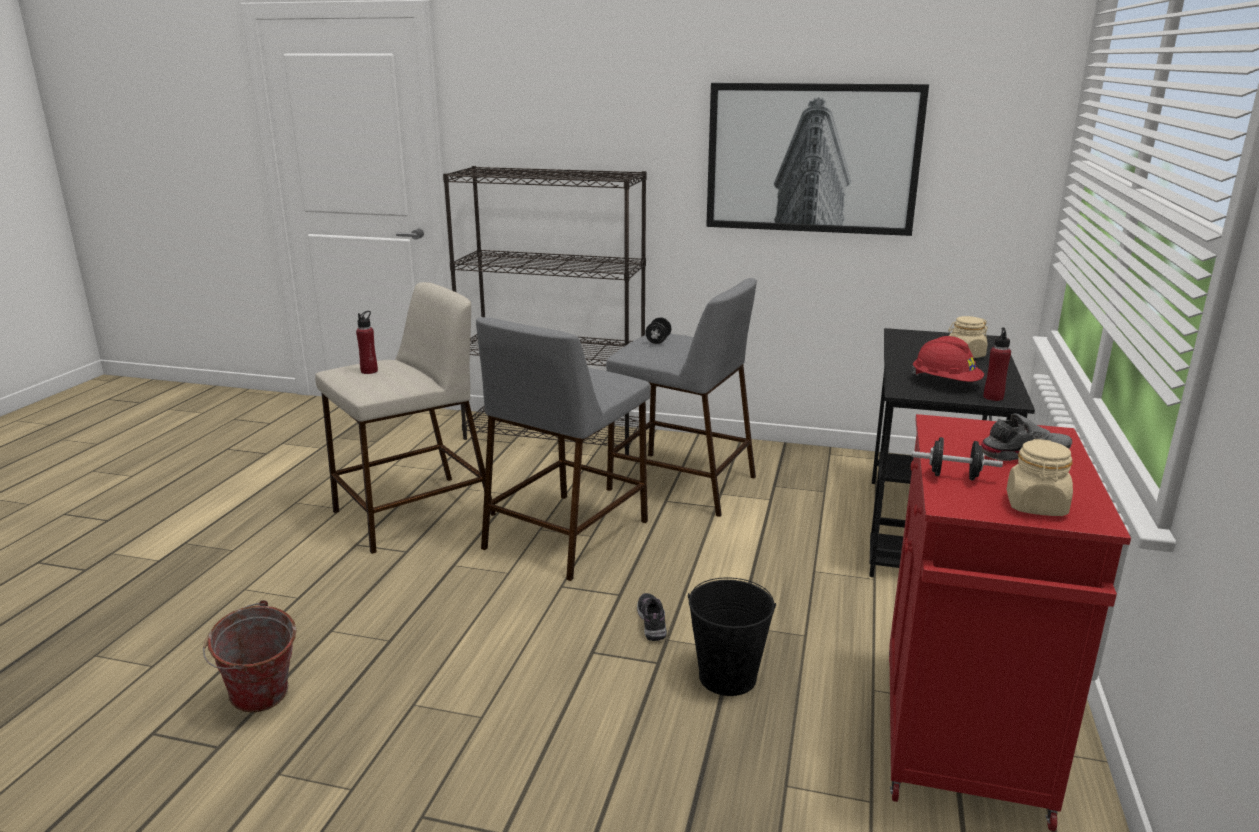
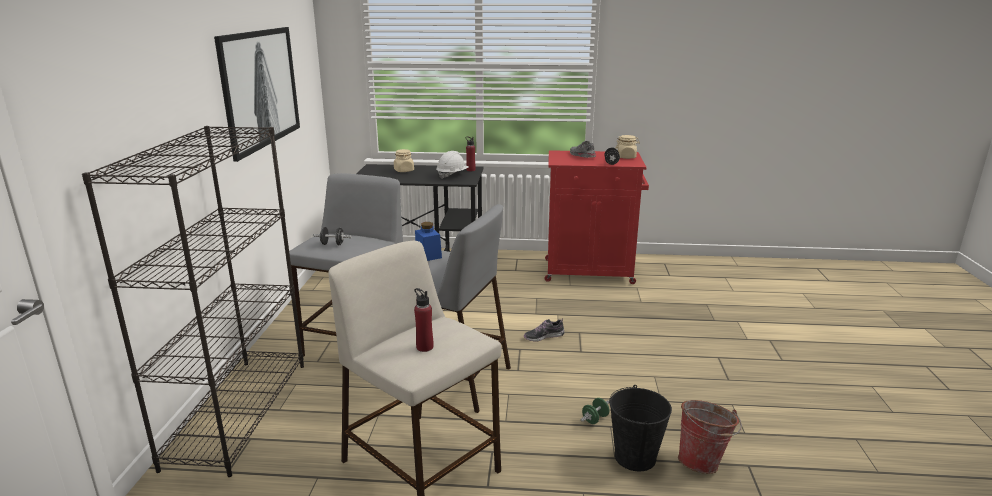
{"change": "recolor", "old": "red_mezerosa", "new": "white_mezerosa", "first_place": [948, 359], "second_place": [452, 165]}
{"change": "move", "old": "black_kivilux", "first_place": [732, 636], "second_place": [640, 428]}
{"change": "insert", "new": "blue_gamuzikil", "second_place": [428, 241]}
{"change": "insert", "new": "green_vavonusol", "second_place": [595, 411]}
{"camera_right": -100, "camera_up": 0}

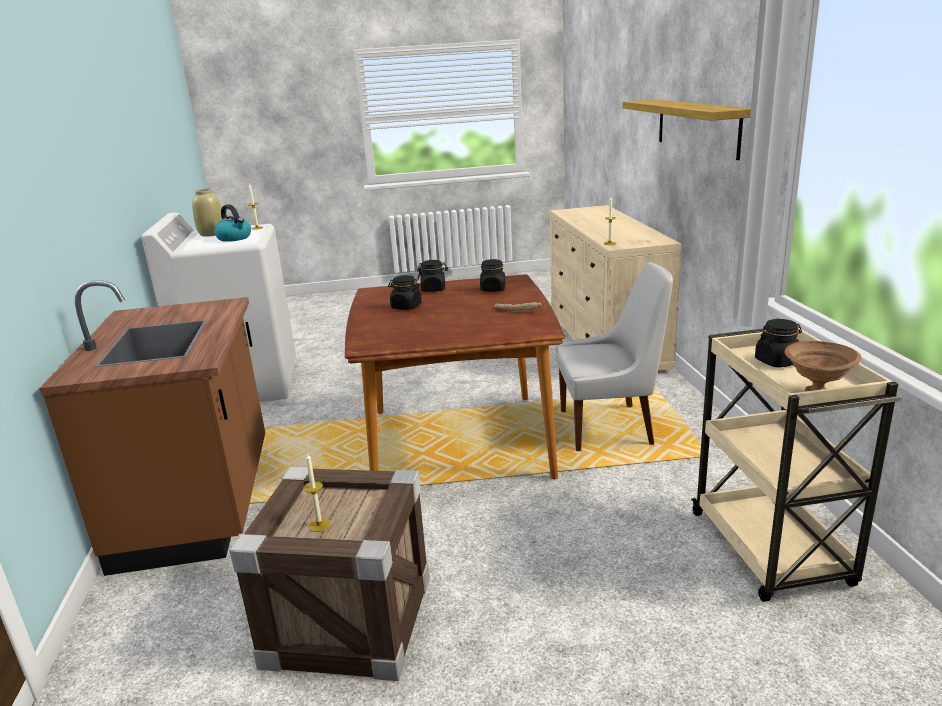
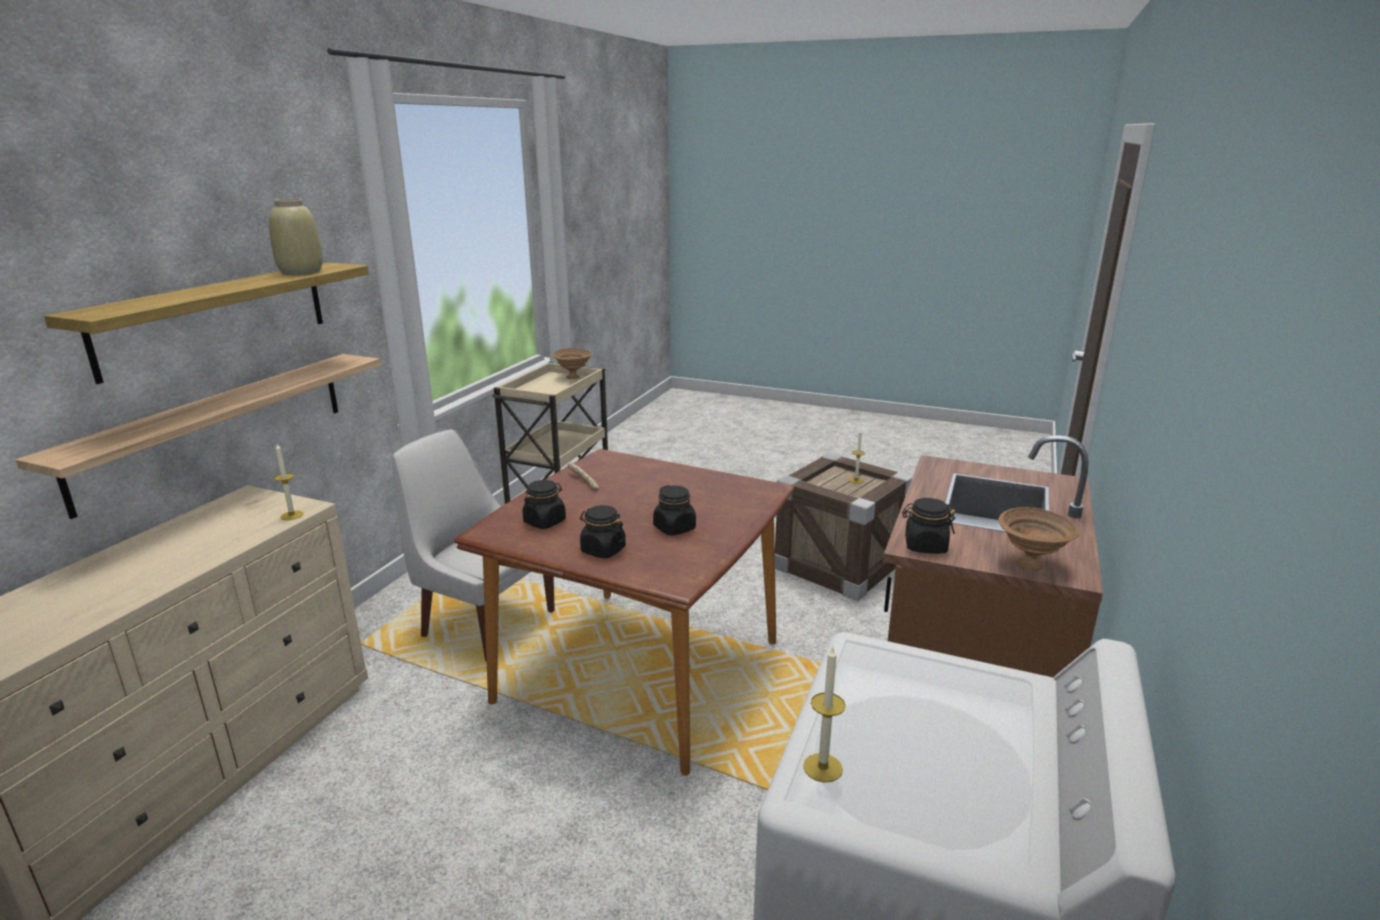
{"change": "move", "old": "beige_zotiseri", "first_place": [207, 213], "second_place": [296, 237]}
{"change": "delete", "old": "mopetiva", "first_place": [232, 223]}
{"change": "move", "old": "black_gamuzikil", "first_place": [778, 343], "second_place": [928, 526]}
{"change": "insert", "new": "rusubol", "second_place": [198, 436]}
{"change": "insert", "new": "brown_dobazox", "second_place": [1039, 538]}
{"camera_right": -150, "camera_up": 0}

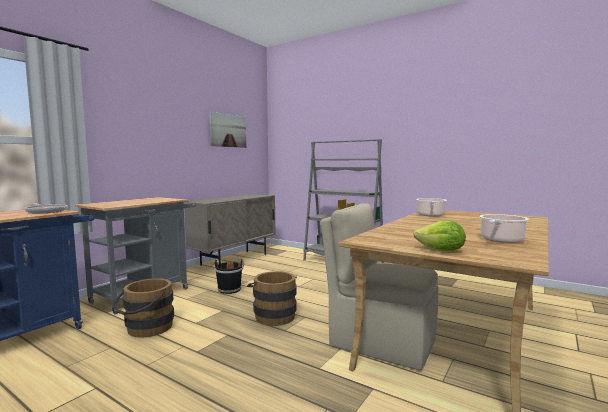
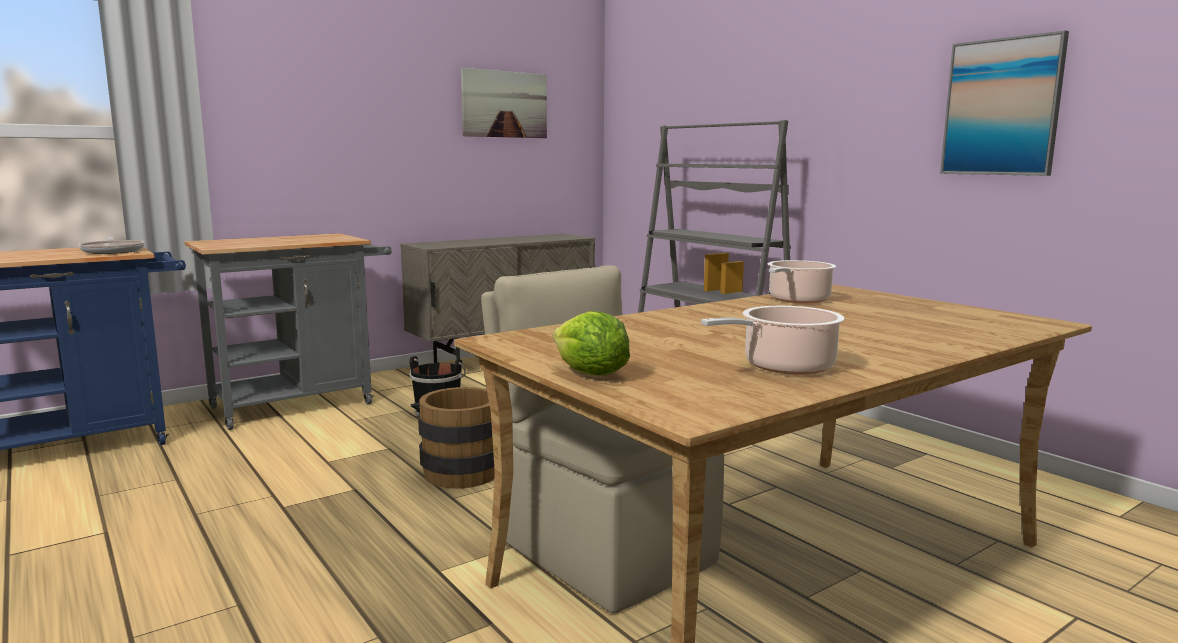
{"change": "delete", "old": "brown_kivilux", "first_place": [143, 308]}
{"change": "insert", "new": "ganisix", "second_place": [1004, 103]}
{"camera_right": 20, "camera_up": 5}

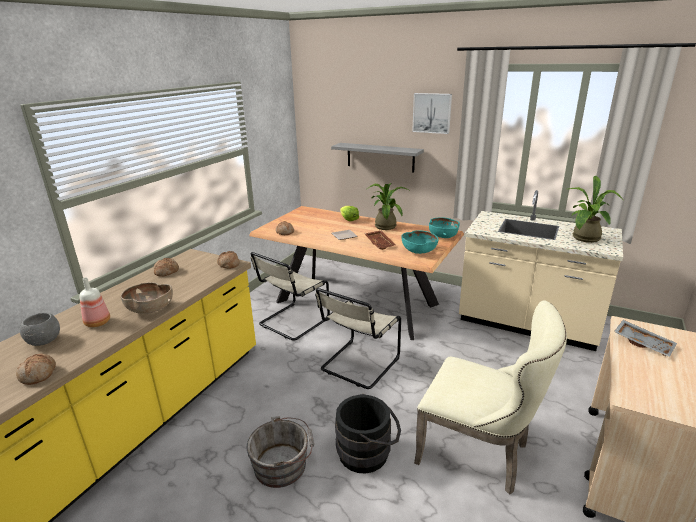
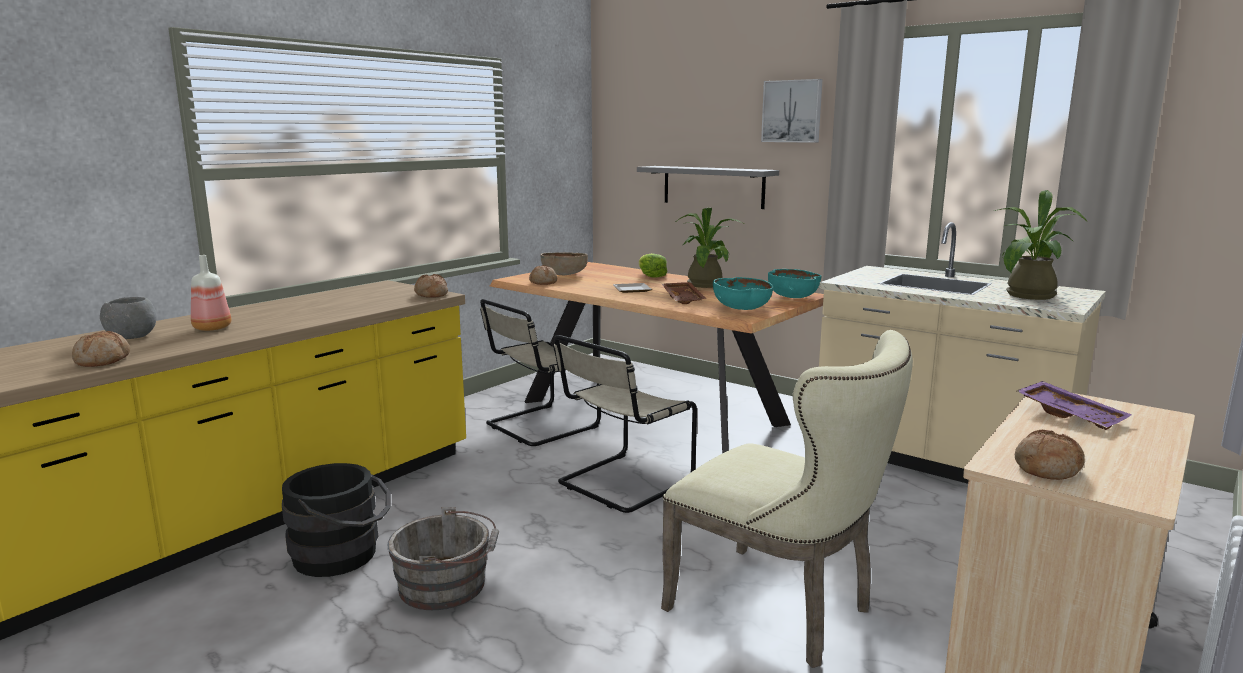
{"change": "move", "old": "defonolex", "first_place": [166, 267], "second_place": [1050, 455]}
{"change": "move", "old": "brown_dobazox", "first_place": [147, 298], "second_place": [564, 263]}
{"change": "recolor", "old": "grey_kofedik", "new": "purple_kofedik", "first_place": [645, 338], "second_place": [1074, 405]}
{"change": "move", "old": "black_kivilux", "first_place": [368, 433], "second_place": [336, 520]}
{"camera_right": 10, "camera_up": -10}

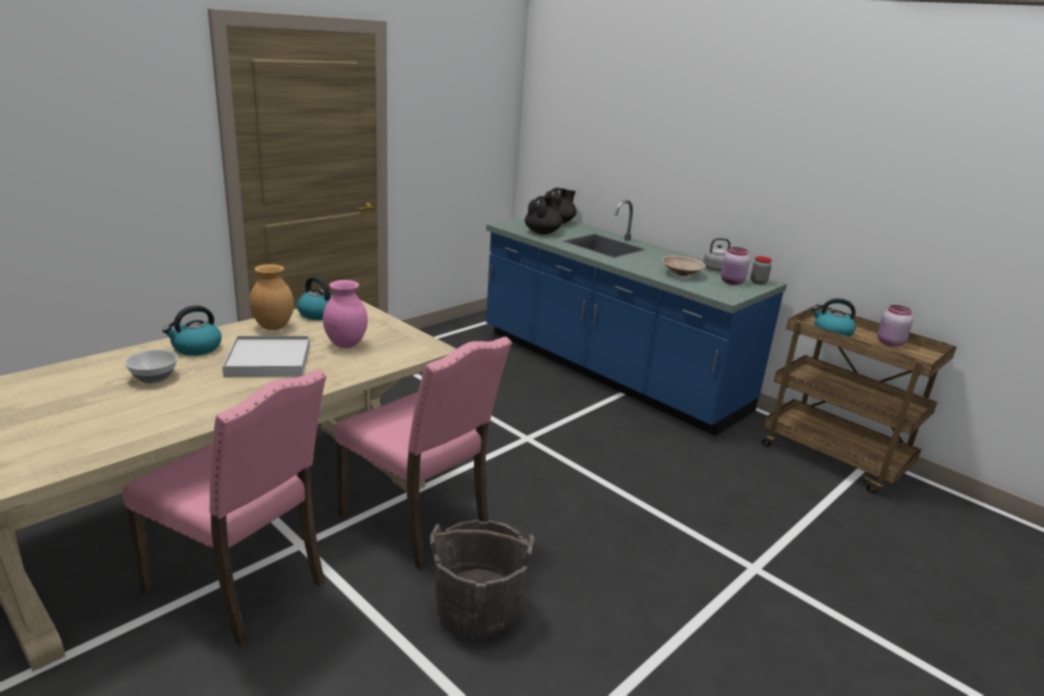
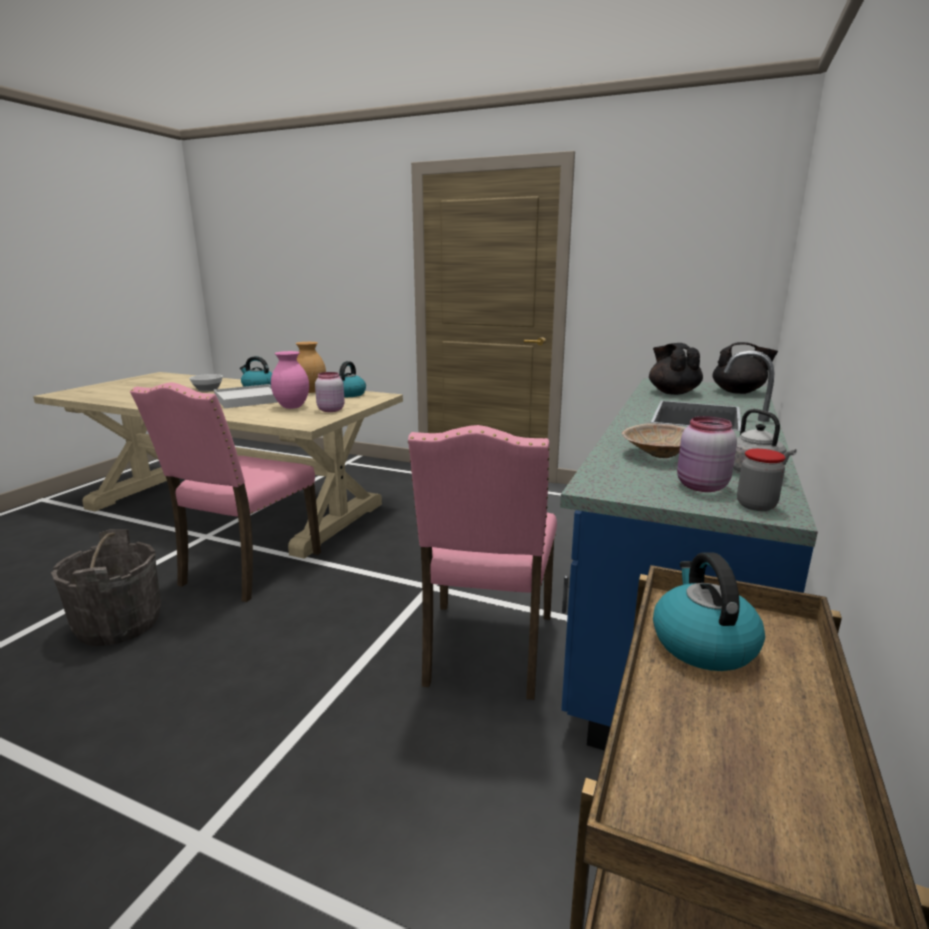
{"change": "rotate", "old": "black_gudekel", "first_place": [543, 215], "second_place": [676, 369], "degrees": -120}
{"change": "move", "old": "pink_gamuzikil", "first_place": [895, 326], "second_place": [330, 392]}
{"change": "move", "old": "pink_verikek", "first_place": [224, 508], "second_place": [482, 562]}
{"camera_right": 70, "camera_up": -5}

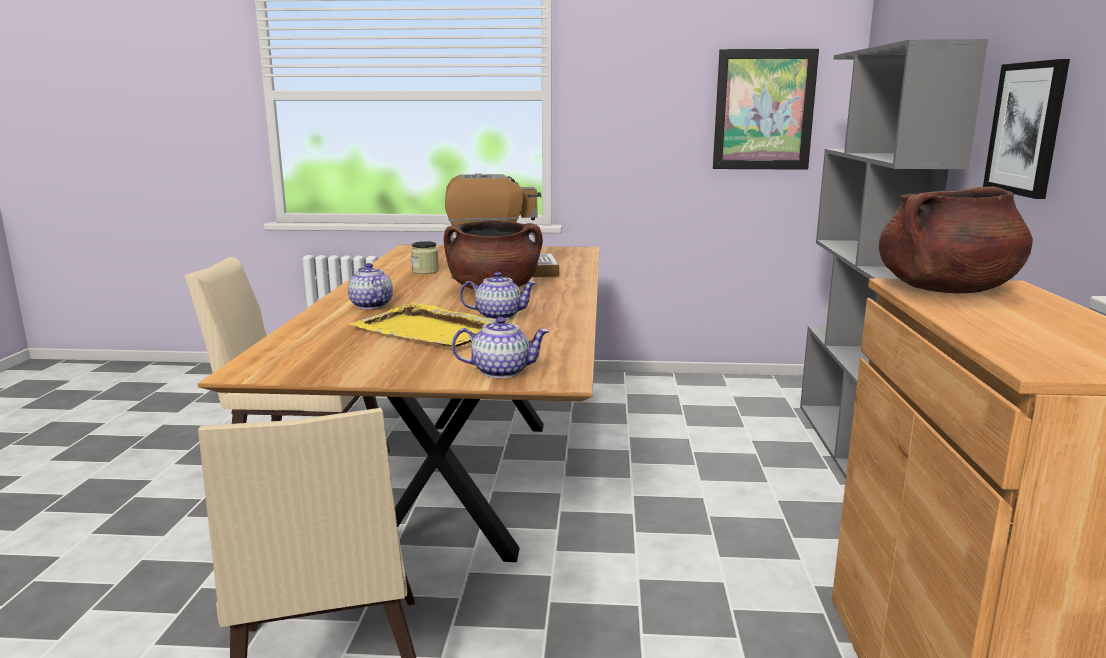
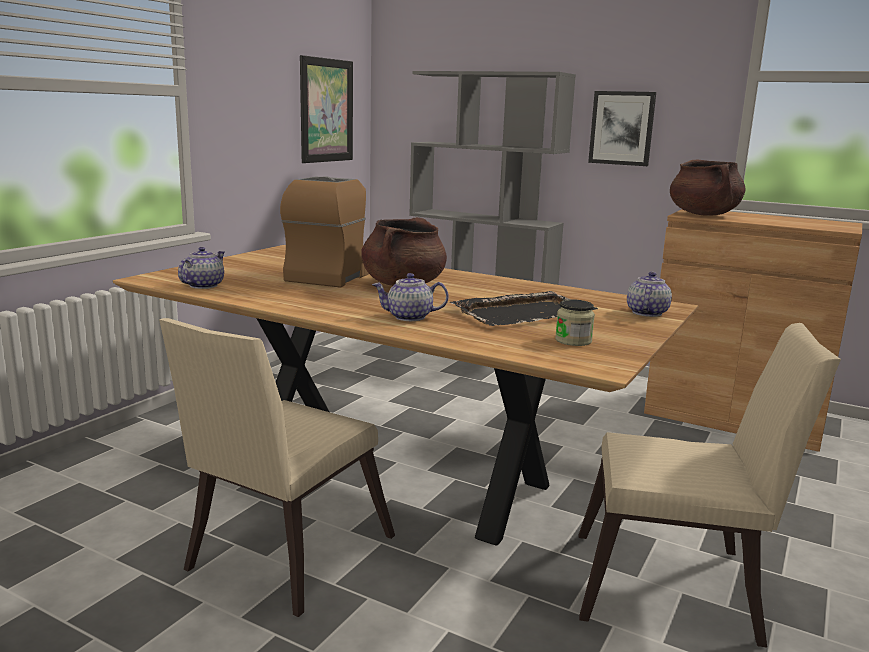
{"change": "move", "old": "gamuzikil", "first_place": [425, 257], "second_place": [575, 322]}
{"change": "move", "old": "gudekel", "first_place": [498, 296], "second_place": [201, 268]}
{"change": "recolor", "old": "yellow_kofedik", "new": "black_kofedik", "first_place": [431, 325], "second_place": [524, 308]}
{"camera_right": -65, "camera_up": 0}

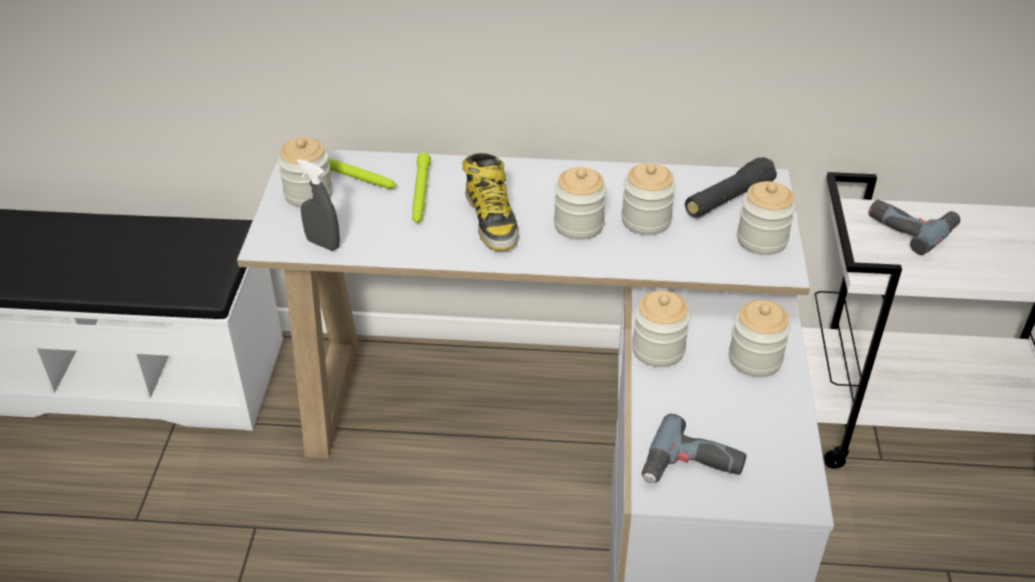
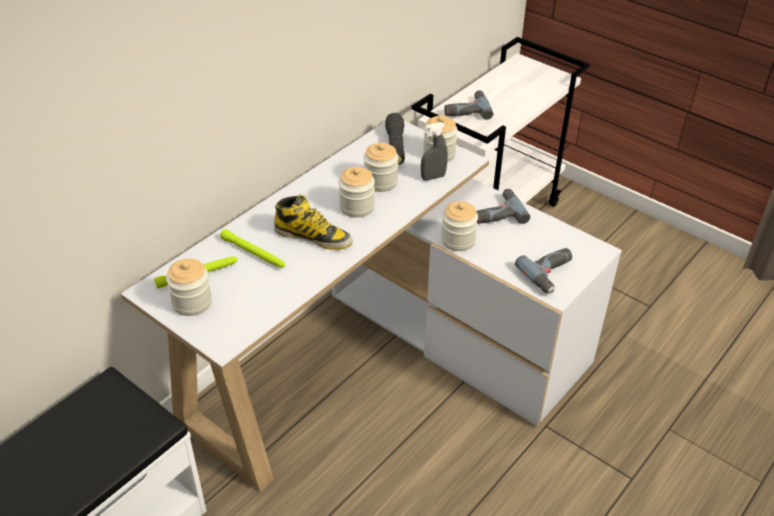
{"change": "move", "old": "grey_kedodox", "first_place": [318, 205], "second_place": [434, 151]}
{"change": "replace", "old": "gamuzikil", "new": "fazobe", "first_place": [760, 338], "second_place": [503, 206]}
{"camera_right": -55, "camera_up": 0}

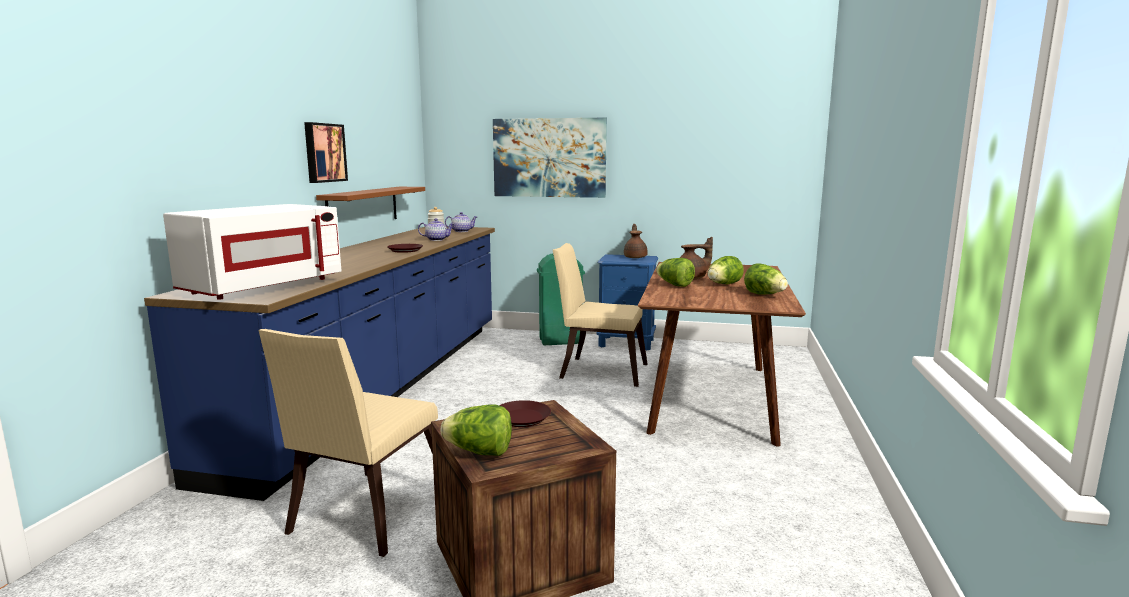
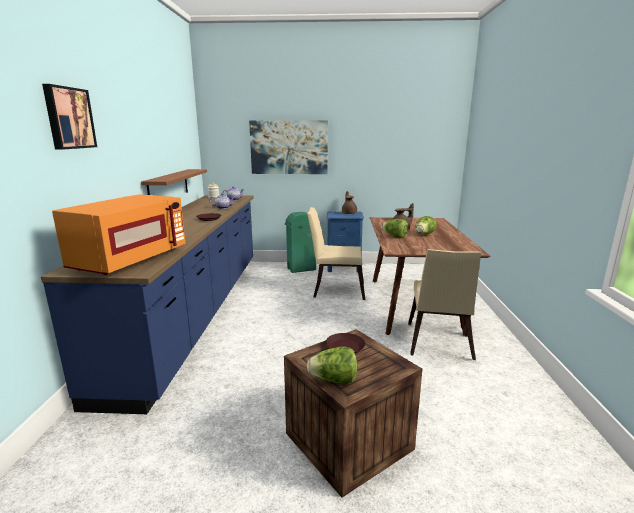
{"change": "move", "old": "ganisix", "first_place": [326, 152], "second_place": [69, 117]}
{"change": "recolor", "old": "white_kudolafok", "new": "orange_kudolafok", "first_place": [252, 252], "second_place": [118, 234]}
{"change": "delete", "old": "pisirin", "first_place": [766, 279]}
{"change": "move", "old": "beige_verikek", "first_place": [348, 443], "second_place": [444, 304]}
{"camera_right": -10, "camera_up": 5}

